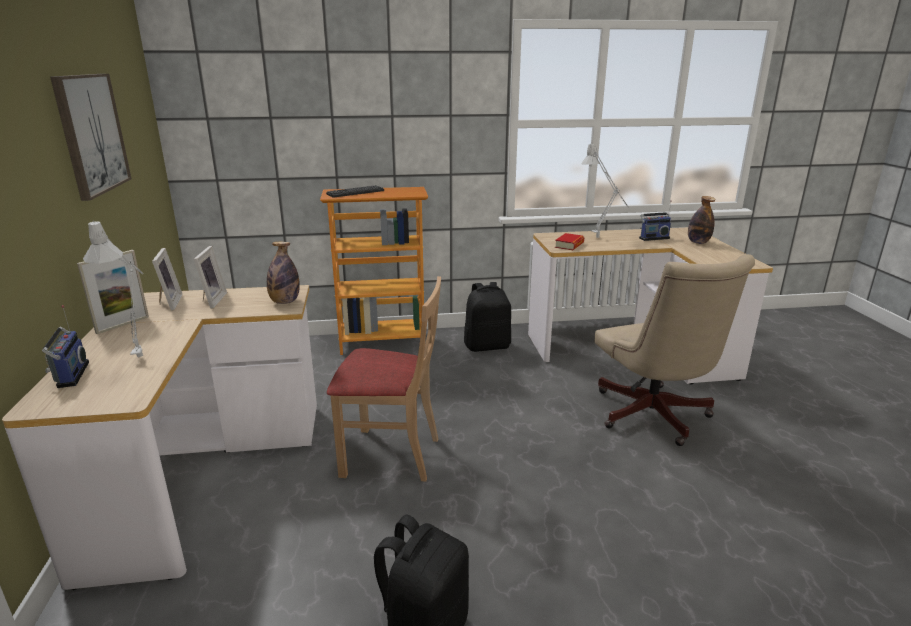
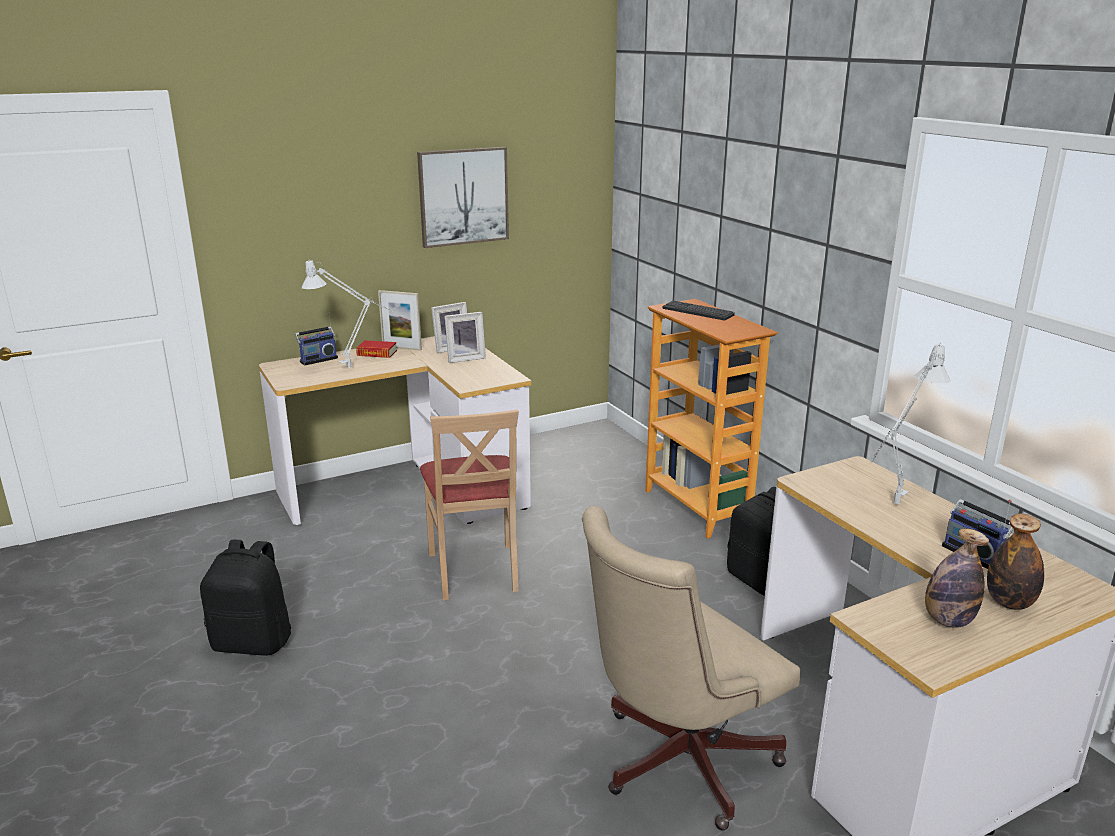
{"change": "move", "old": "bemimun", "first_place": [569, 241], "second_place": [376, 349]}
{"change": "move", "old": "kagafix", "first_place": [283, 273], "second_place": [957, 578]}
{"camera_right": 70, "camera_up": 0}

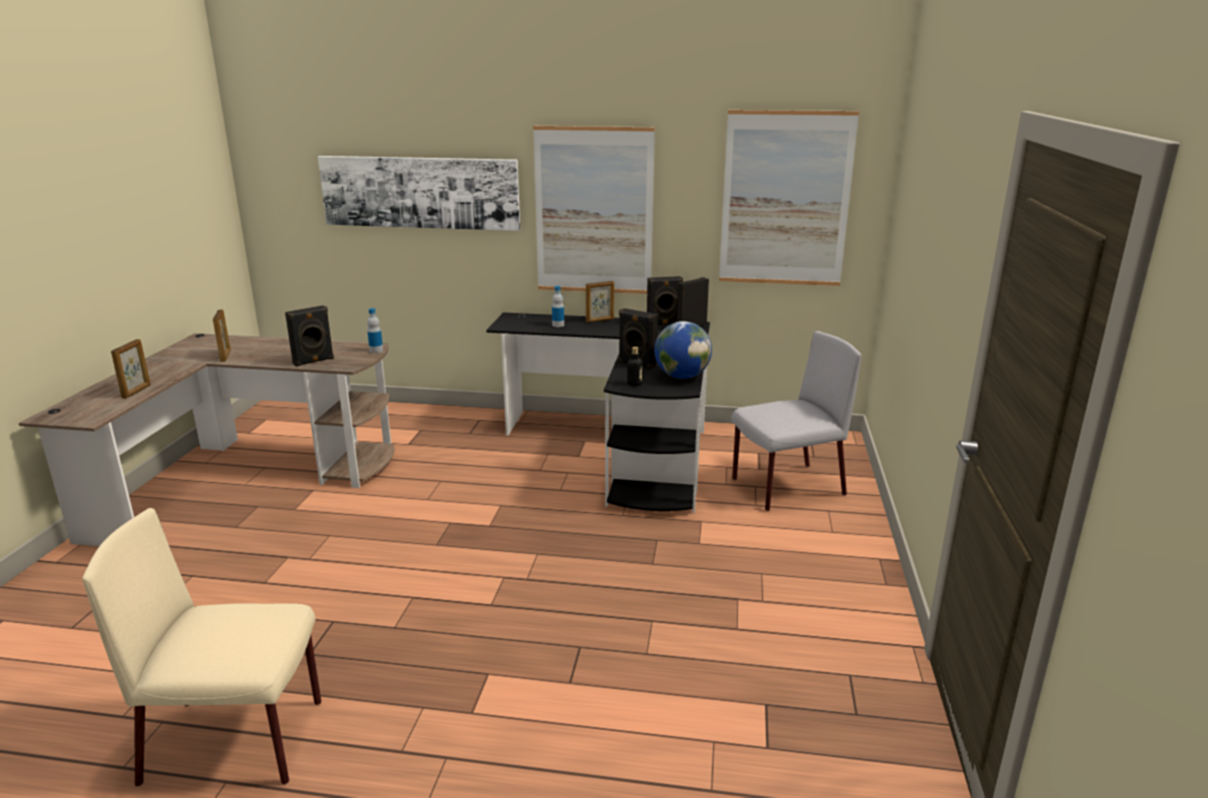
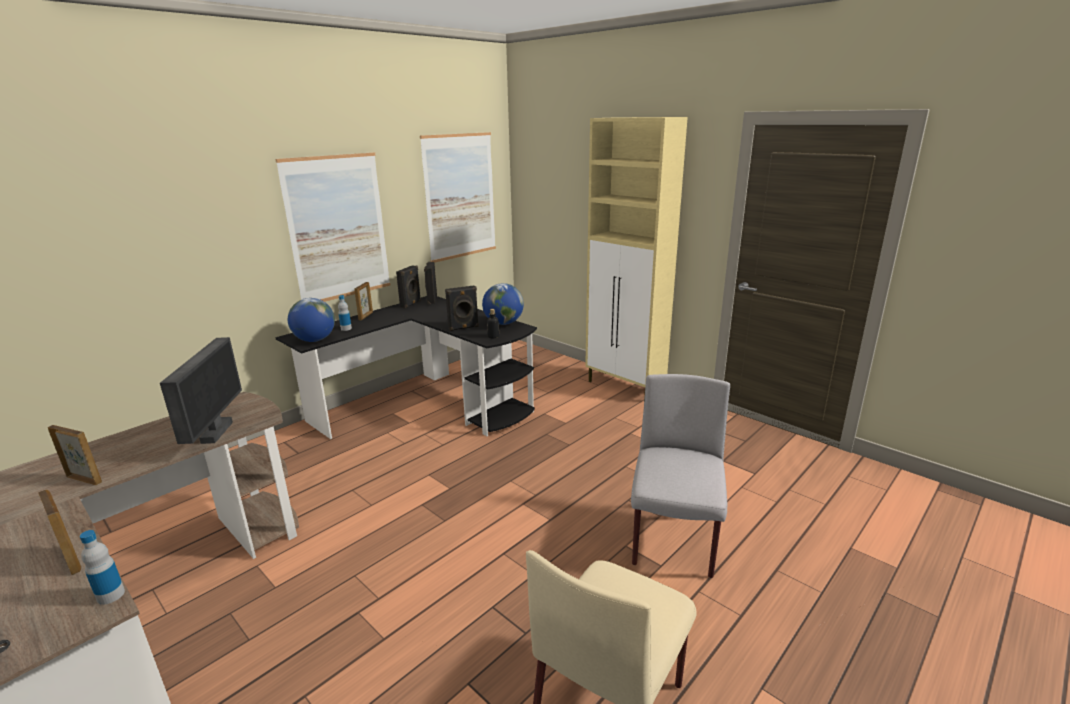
{"change": "delete", "old": "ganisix", "first_place": [419, 193]}
{"change": "replace", "old": "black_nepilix", "new": "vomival", "first_place": [309, 336], "second_place": [201, 390]}
{"change": "move", "old": "kagafix", "first_place": [375, 330], "second_place": [102, 567]}
{"change": "move", "old": "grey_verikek", "first_place": [796, 421], "second_place": [680, 476]}
{"change": "insert", "new": "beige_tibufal", "second_place": [636, 258]}
{"change": "insert", "new": "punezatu", "second_place": [311, 320]}
{"camera_right": -55, "camera_up": 0}

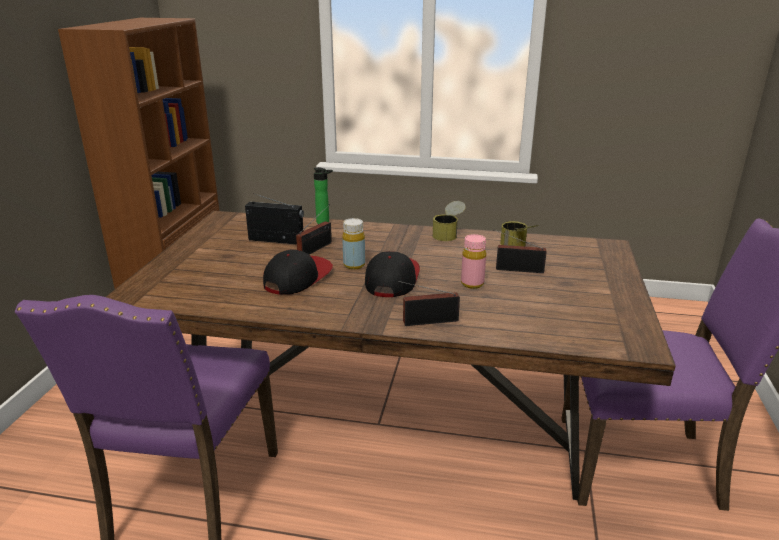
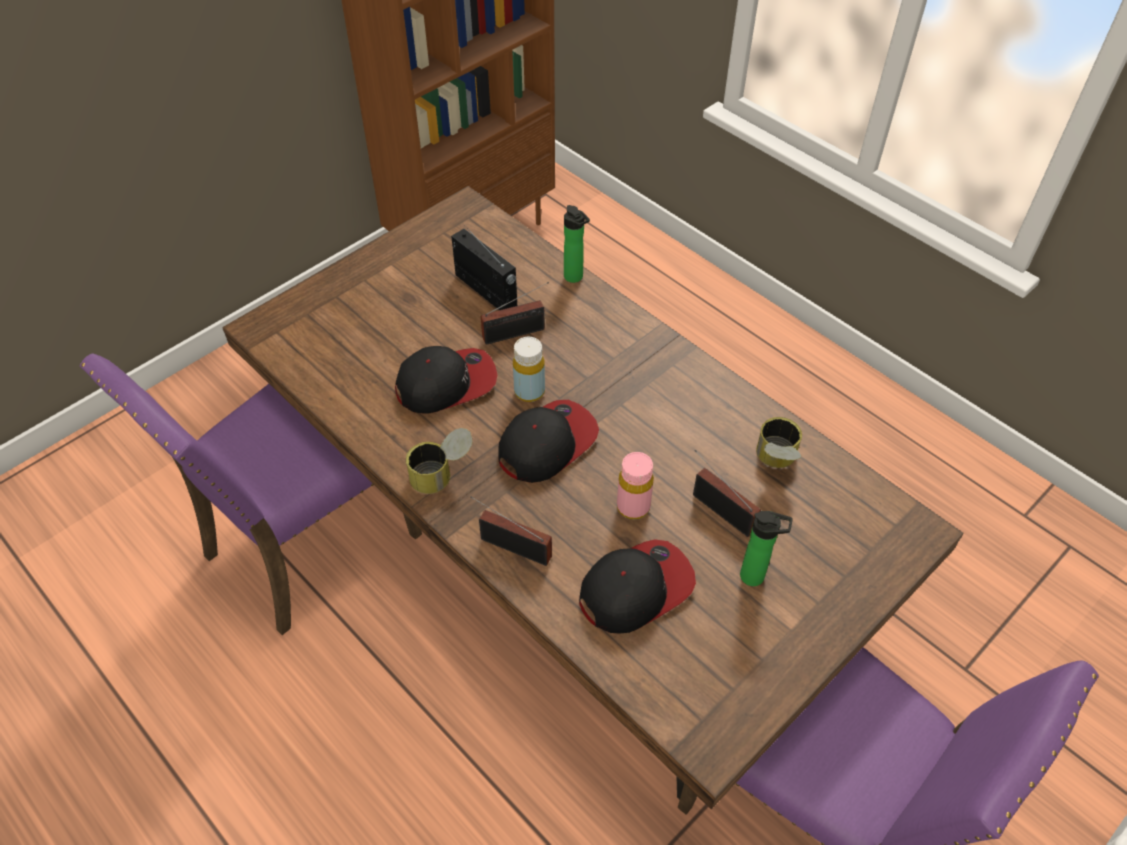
{"change": "move", "old": "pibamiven", "first_place": [449, 221], "second_place": [439, 461]}
{"change": "insert", "new": "kagafix", "second_place": [766, 548]}
{"change": "insert", "new": "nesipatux", "second_place": [637, 586]}
{"camera_right": 35, "camera_up": 25}

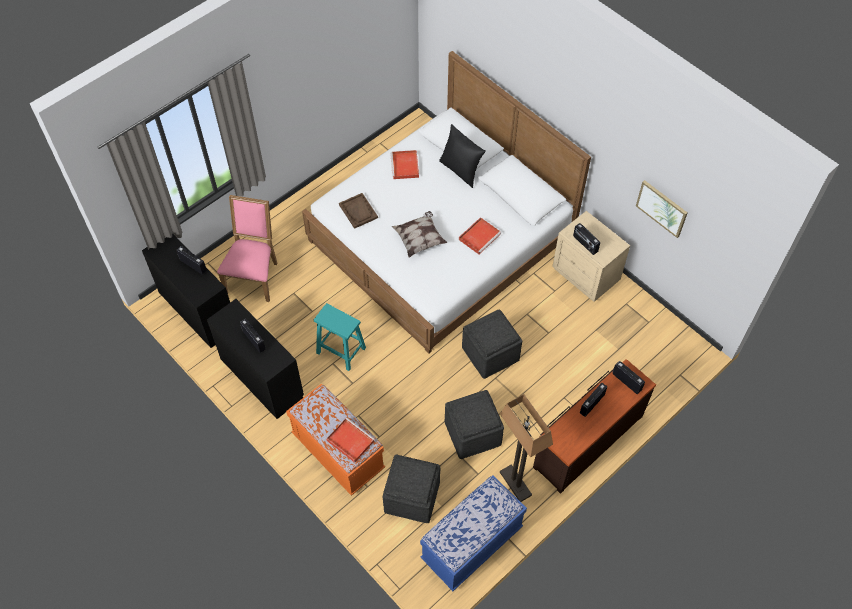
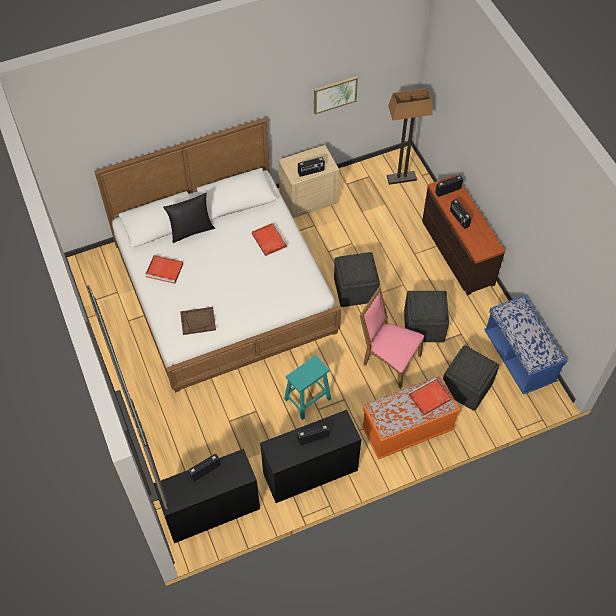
{"change": "move", "old": "pink_verikek", "first_place": [247, 248], "second_place": [392, 338]}
{"change": "delete", "old": "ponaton", "first_place": [419, 234]}
{"change": "move", "old": "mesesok", "first_place": [526, 448], "second_place": [410, 136]}
{"camera_right": -70, "camera_up": 0}

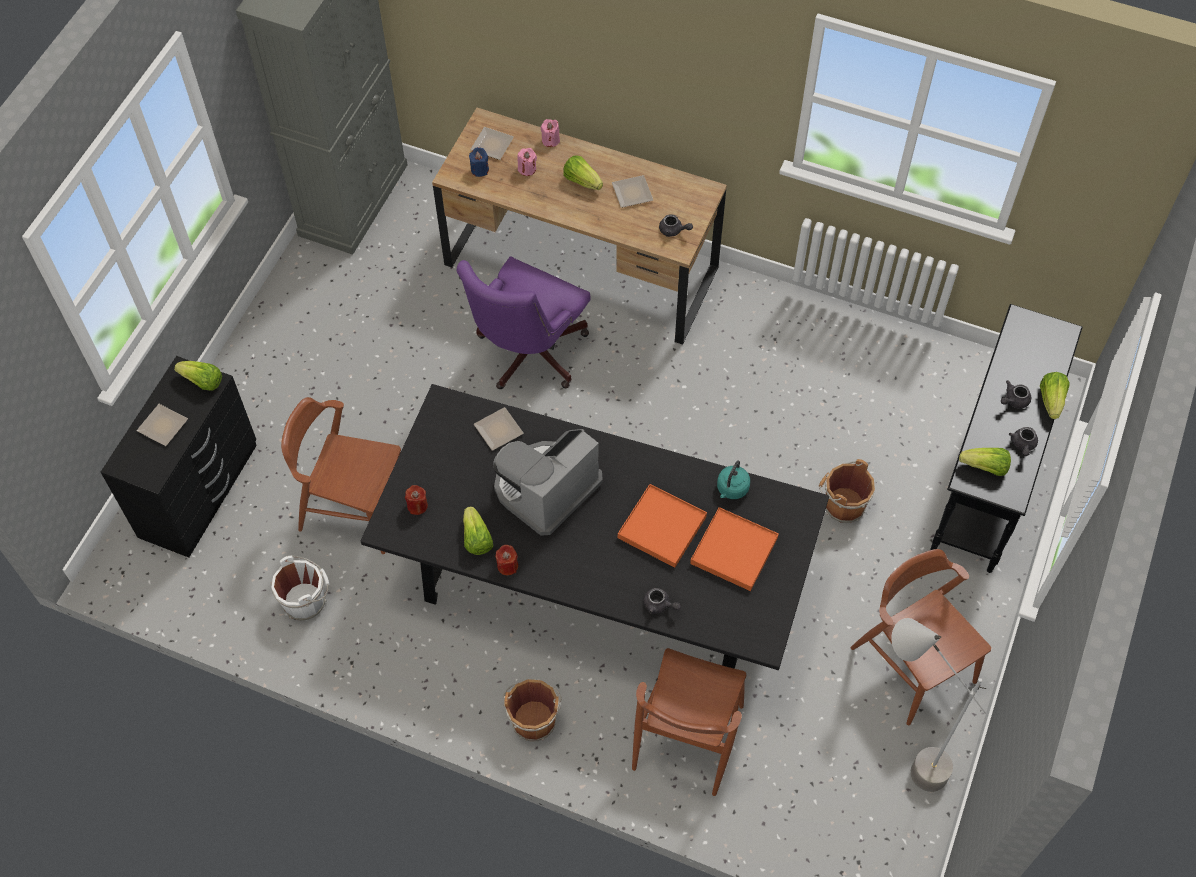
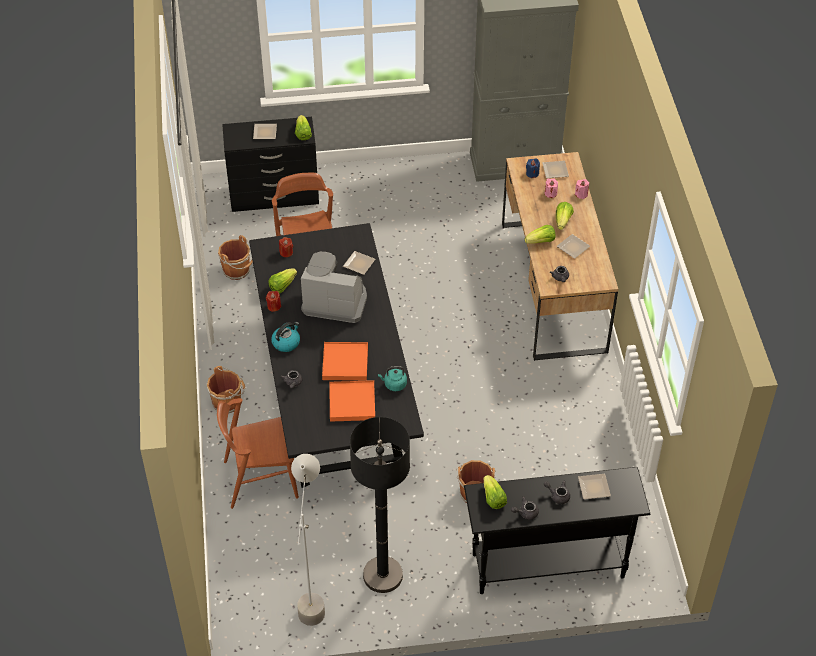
{"change": "delete", "old": "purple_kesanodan", "first_place": [523, 322]}
{"change": "move", "old": "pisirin", "first_place": [1055, 395], "second_place": [540, 234]}
{"change": "replace", "old": "brown_verikek", "new": "black_mesesok", "first_place": [921, 637], "second_place": [380, 505]}
{"change": "recolor", "old": "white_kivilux", "new": "brown_kivilux", "first_place": [299, 587], "second_place": [235, 257]}
{"change": "insert", "new": "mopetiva", "second_place": [285, 337]}
{"change": "insert", "new": "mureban", "second_place": [594, 486]}
{"camera_right": 60, "camera_up": -10}

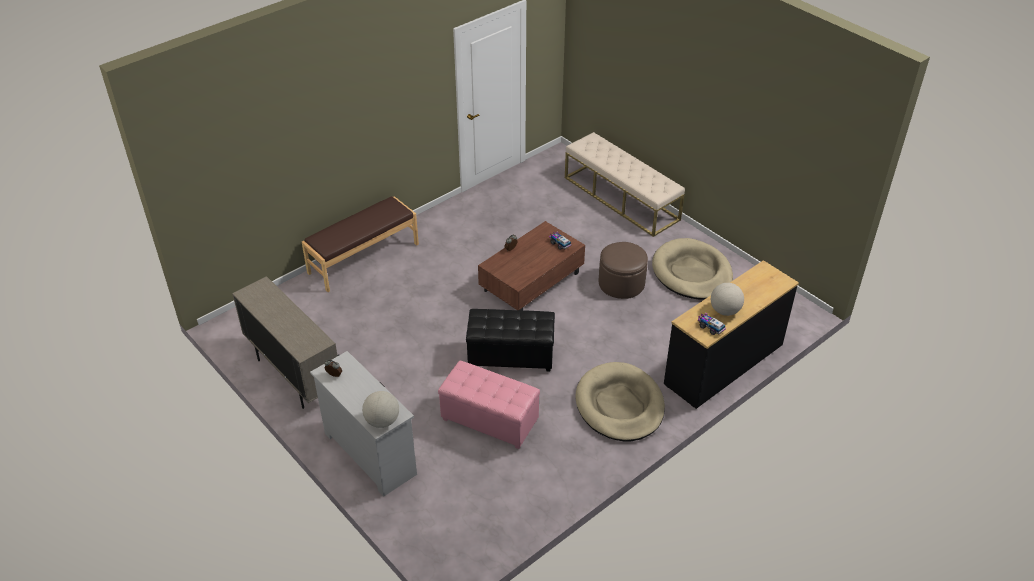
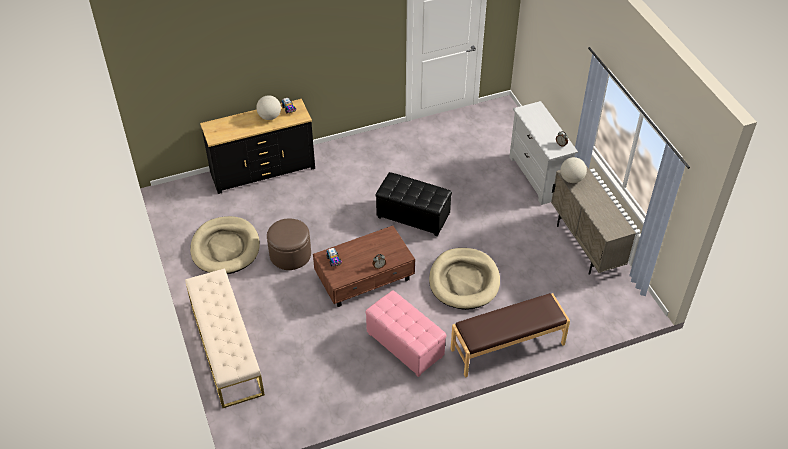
{"change": "move", "old": "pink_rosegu", "first_place": [489, 405], "second_place": [406, 333]}
{"change": "move", "old": "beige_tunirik", "first_place": [620, 401], "second_place": [464, 279]}
{"change": "move", "old": "punezatu", "first_place": [380, 409], "second_place": [573, 170]}
{"camera_right": -160, "camera_up": 5}

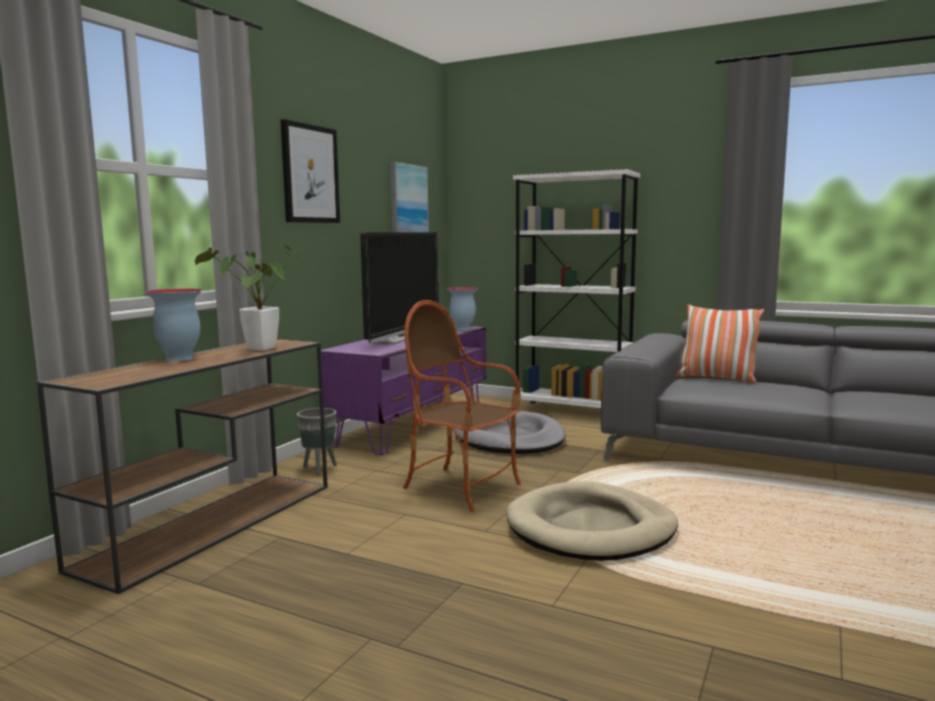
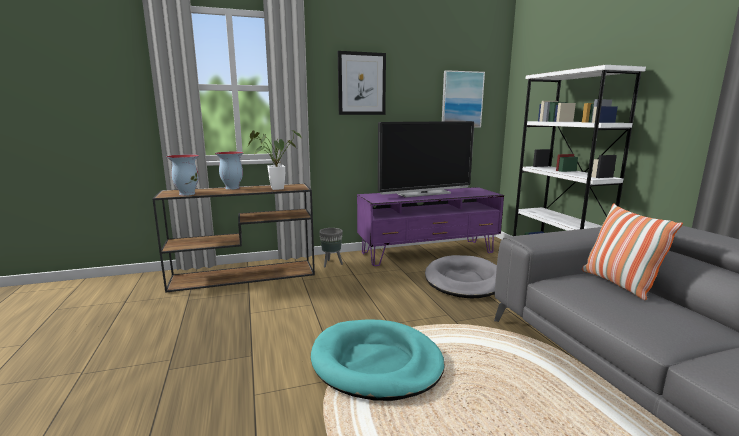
{"change": "move", "old": "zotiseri", "first_place": [462, 309], "second_place": [183, 175]}
{"change": "delete", "old": "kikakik", "first_place": [462, 406]}
{"change": "recolor", "old": "beige_tunirik", "new": "turquoise_tunirik", "first_place": [592, 521], "second_place": [378, 360]}
{"camera_right": 45, "camera_up": 5}

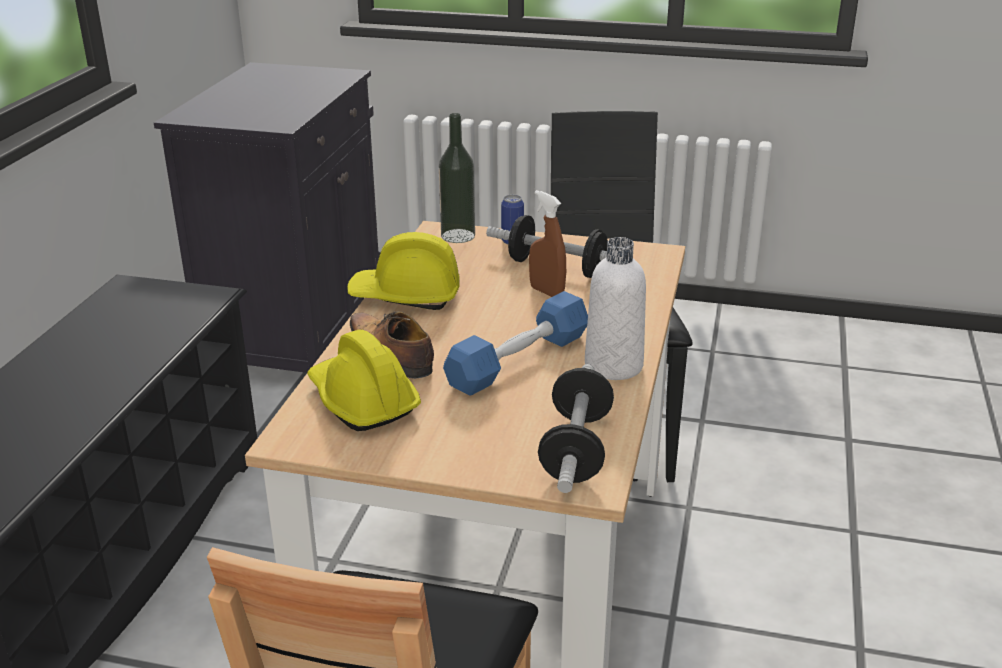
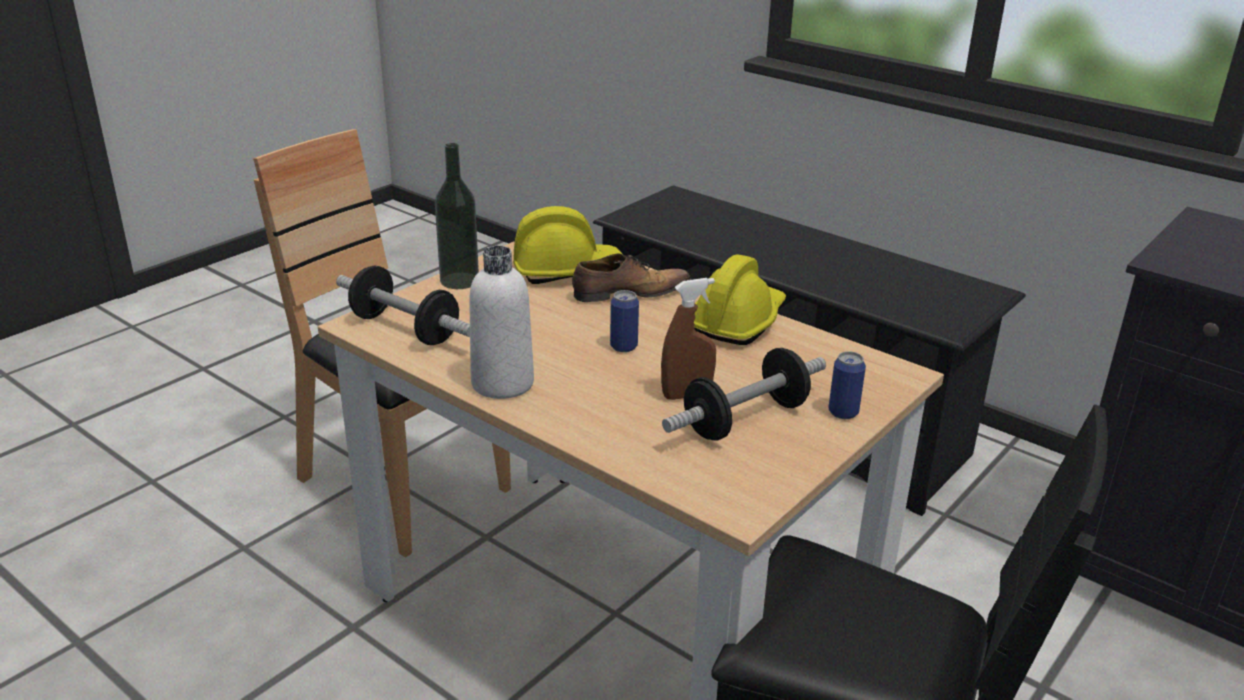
{"change": "move", "old": "kagafix", "first_place": [457, 178], "second_place": [457, 216]}
{"change": "delete", "old": "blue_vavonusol", "first_place": [515, 343]}
{"change": "insert", "new": "pibamiven", "second_place": [624, 321]}
{"camera_right": 115, "camera_up": 0}

